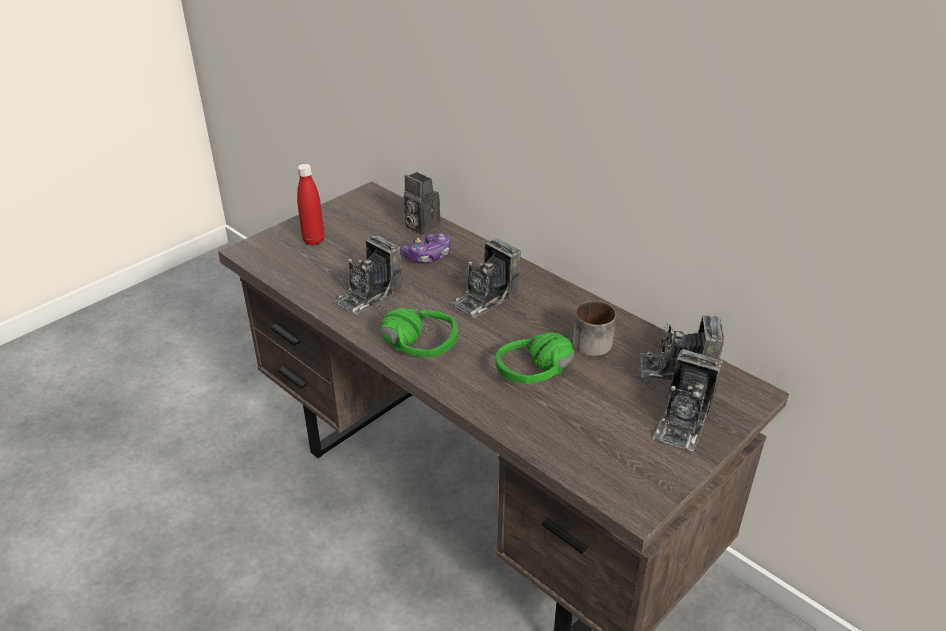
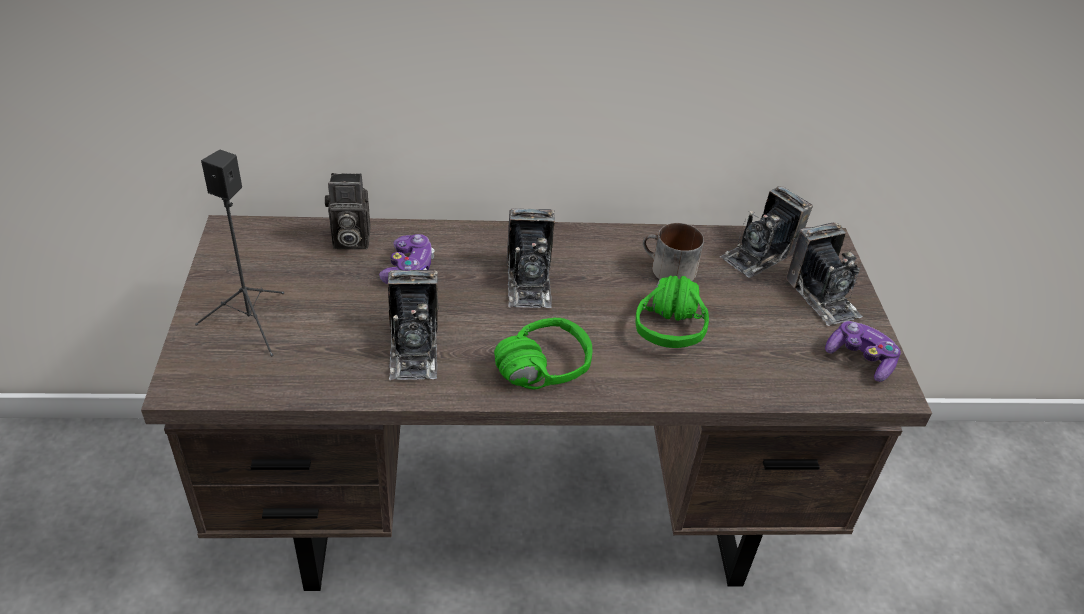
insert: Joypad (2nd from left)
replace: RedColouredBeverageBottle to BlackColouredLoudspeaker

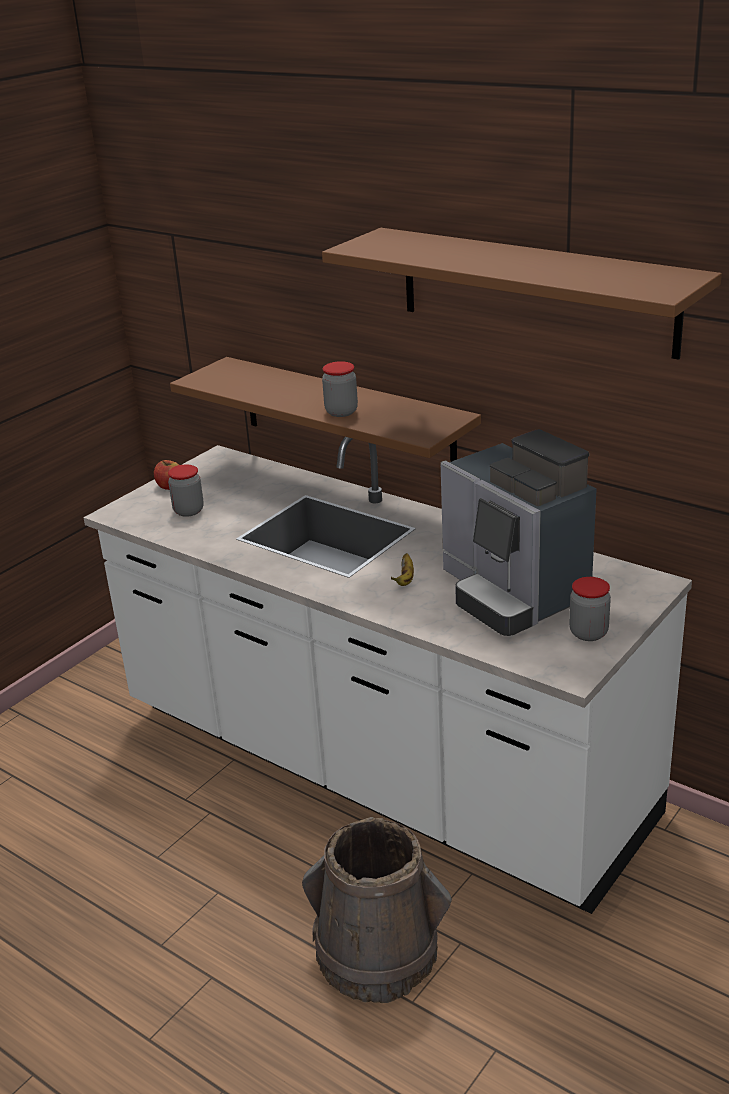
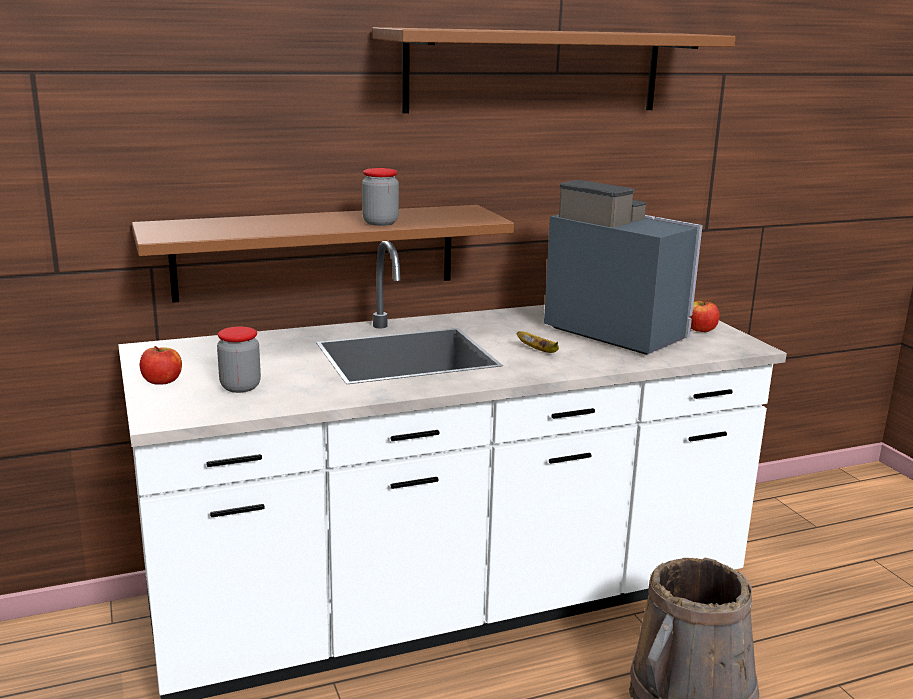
replace: StorageJar (3rd from left) to Apple (2nd from left)
rotate: CoffeeMachine 135 degrees counterclockwise

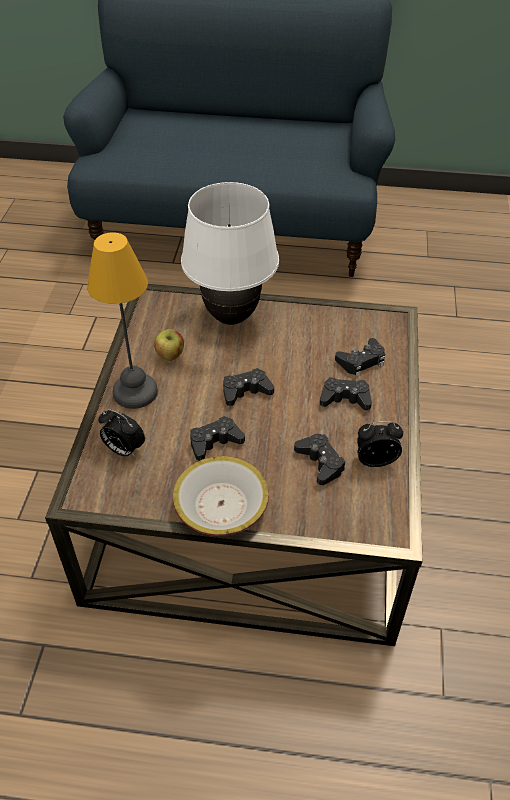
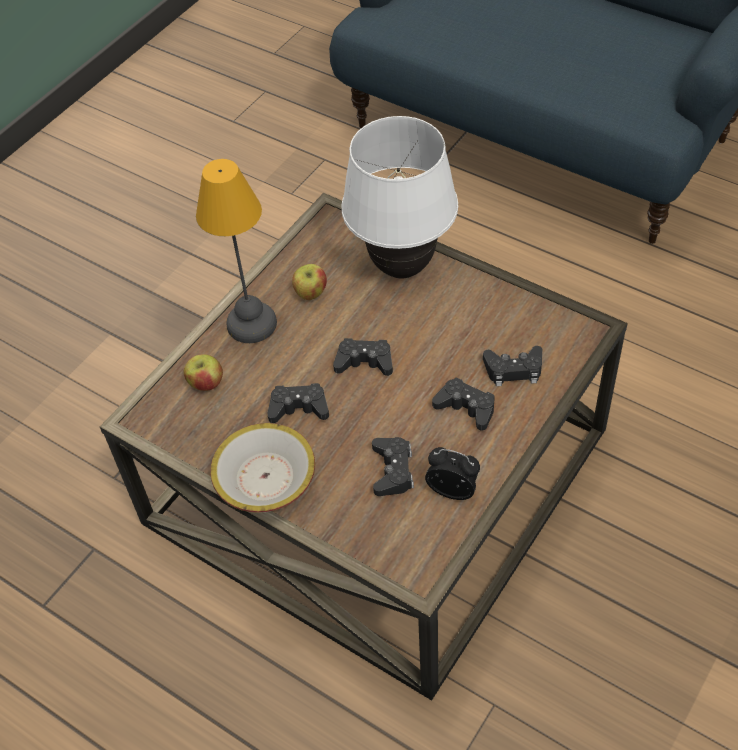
replace: AlarmClock (1st from left) to Apple (1st from left)

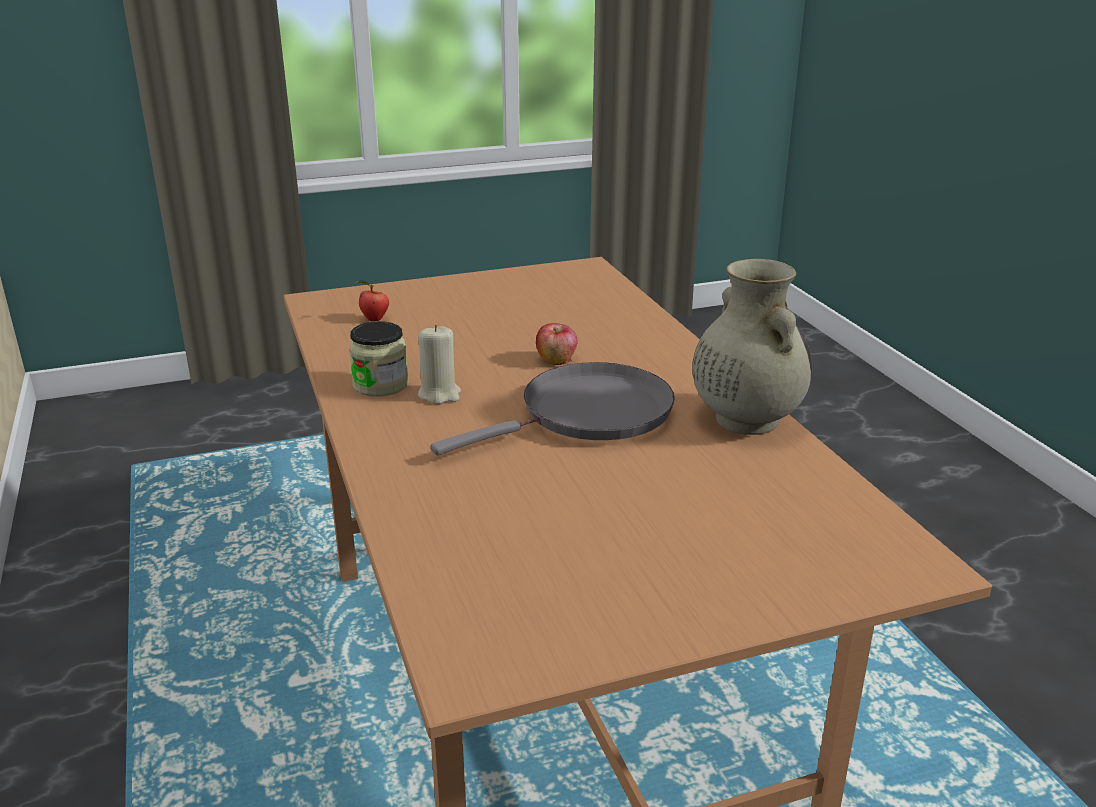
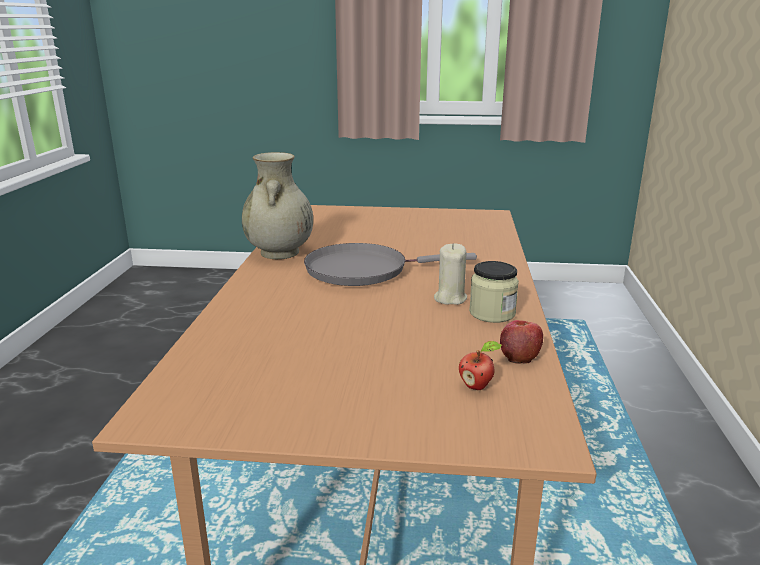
move: Apple (2nd from left)

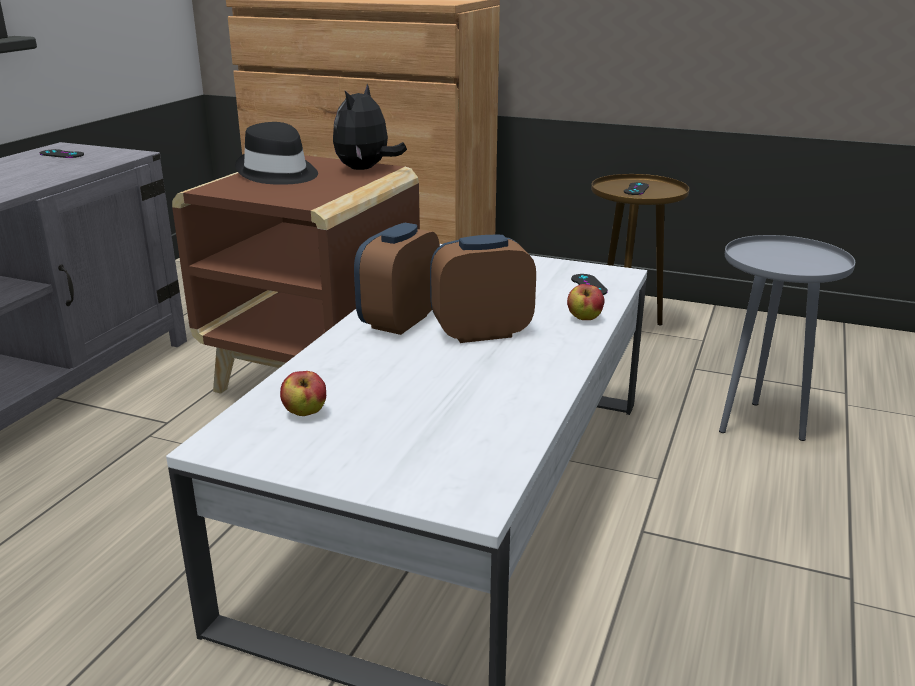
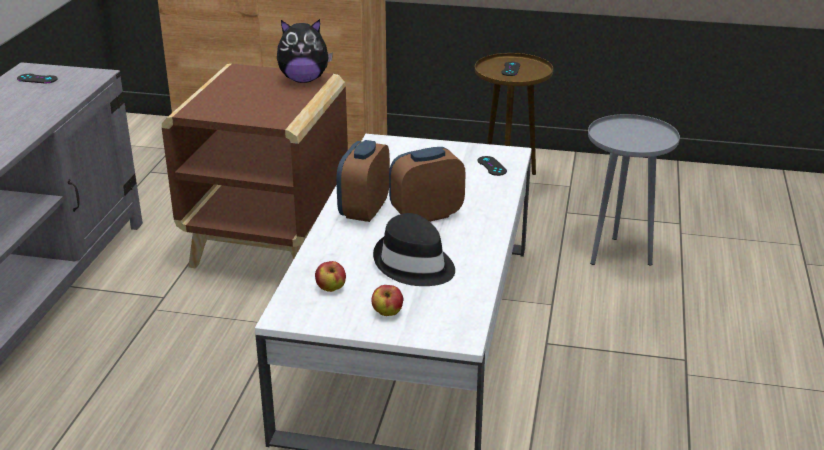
move: Apple (2nd from left); BlackColouredClothingHat
rotate: CuddlyToy 105 degrees counterclockwise

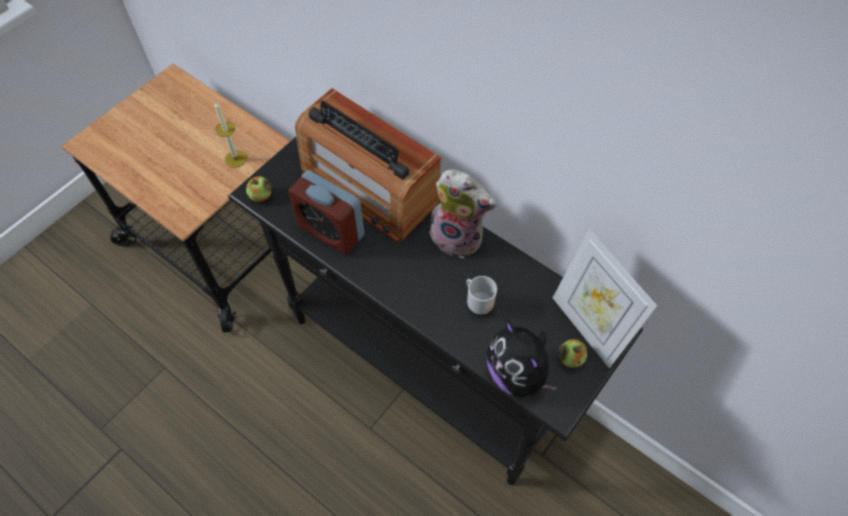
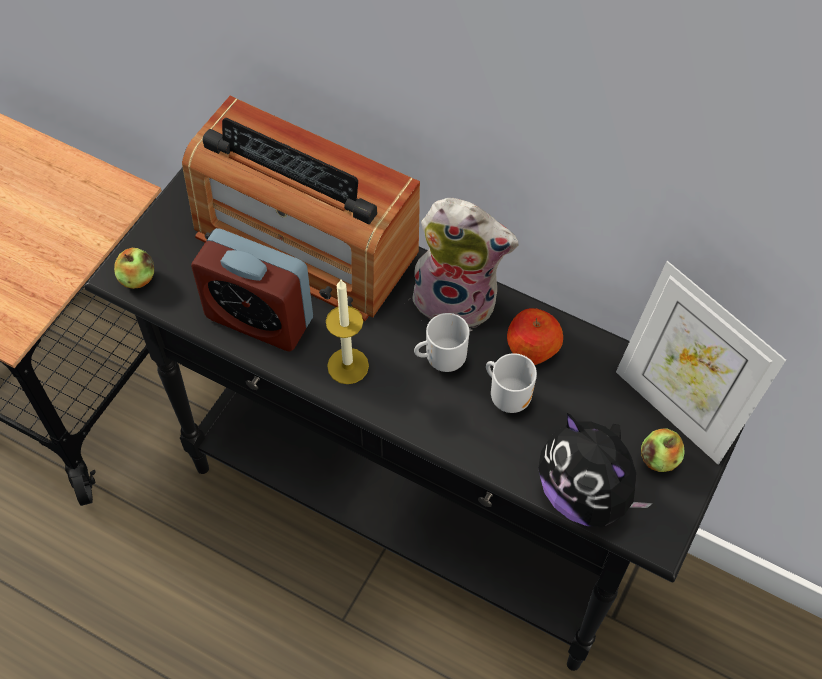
insert: Mug (1st from left); Apple (2nd from left)
move: Candle

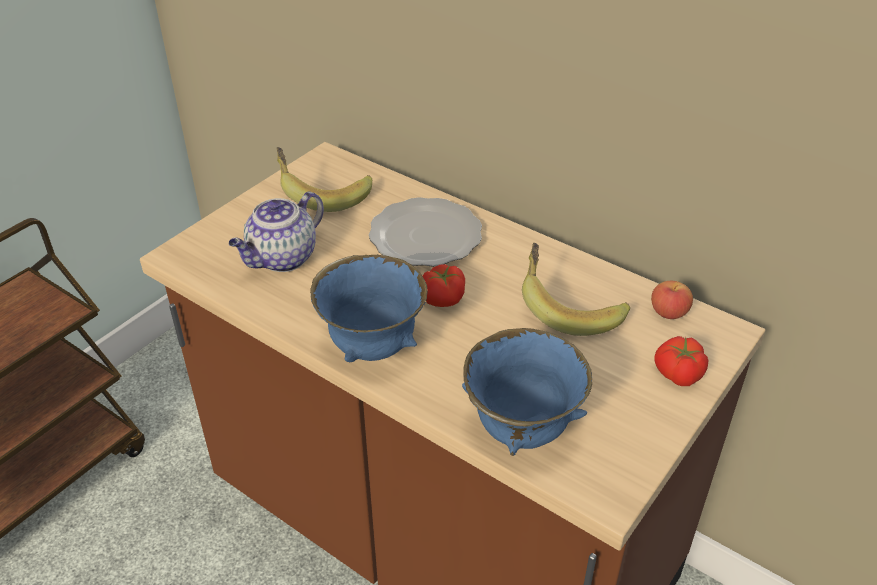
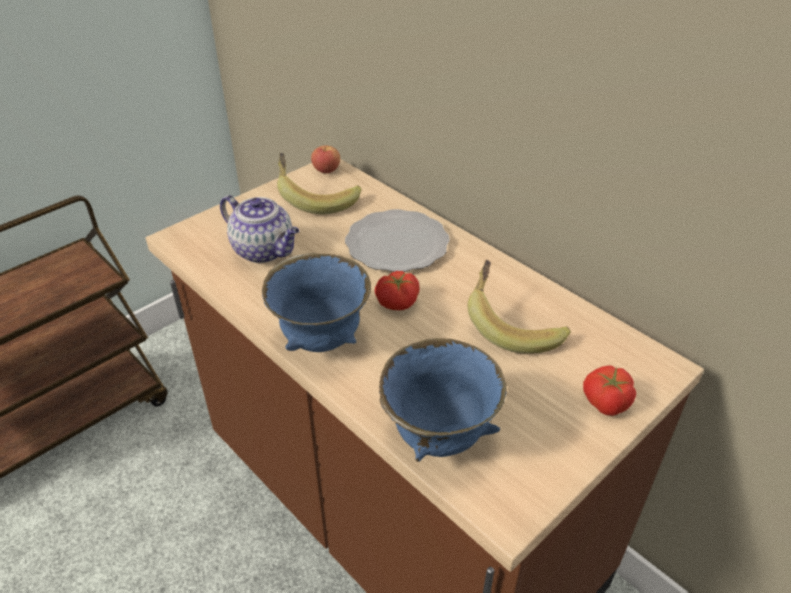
move: Apple
rotate: TeaPot 105 degrees counterclockwise

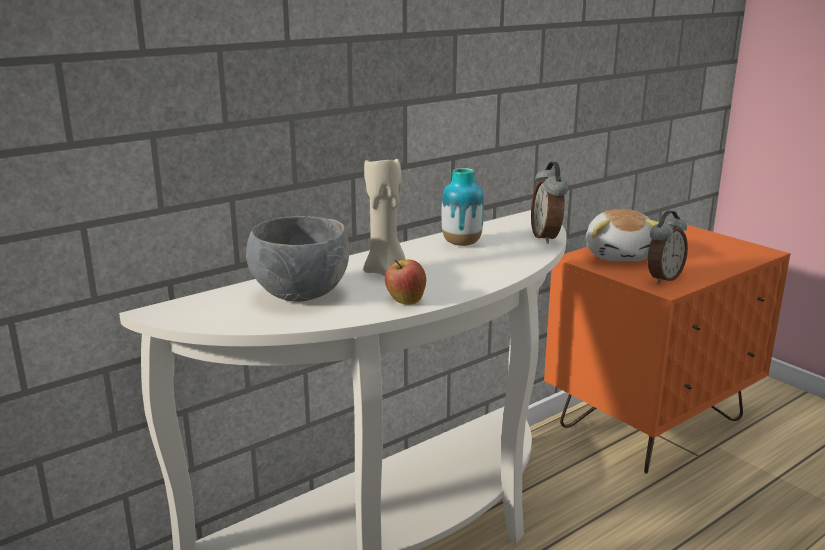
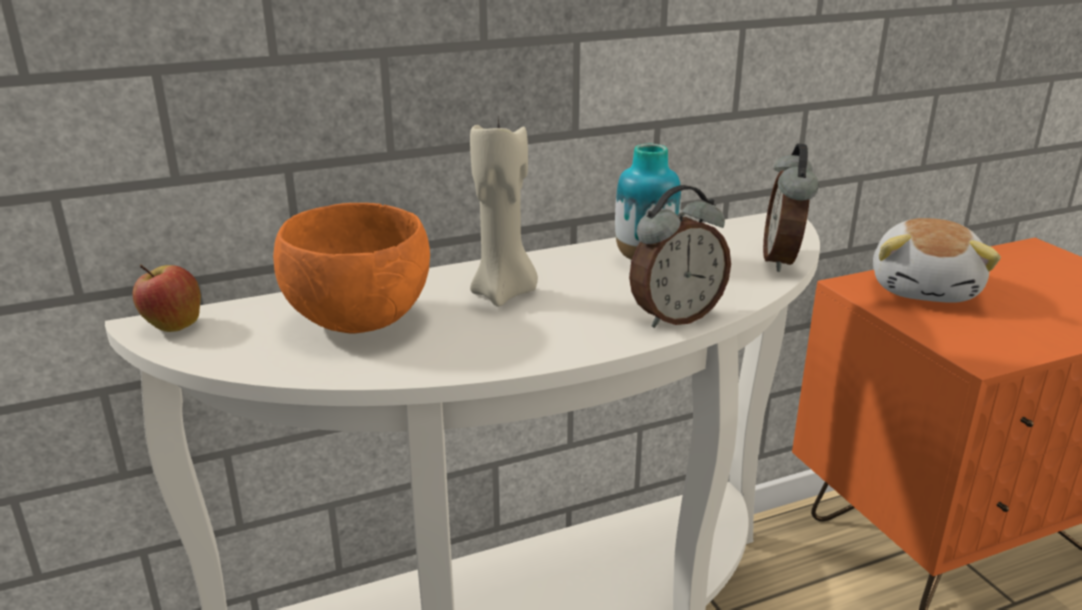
move: Apple; AlarmClock (2nd from left in the first image) to AlarmClock (1st from left)
recolor: GrayBowl to OrangeColouredBowl

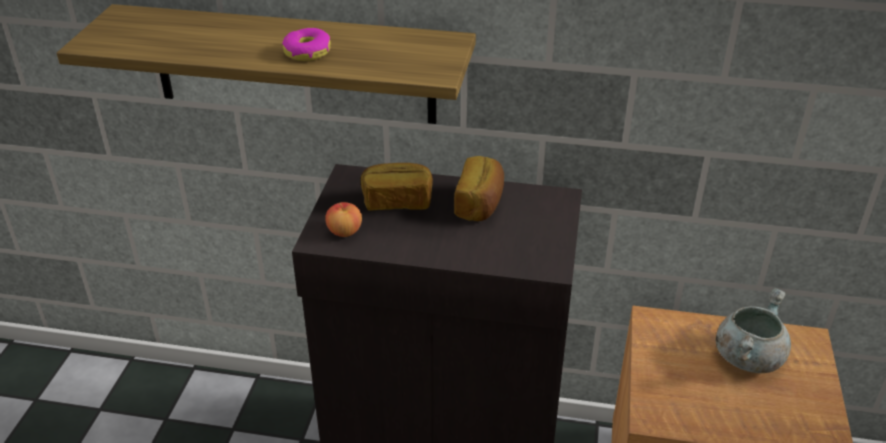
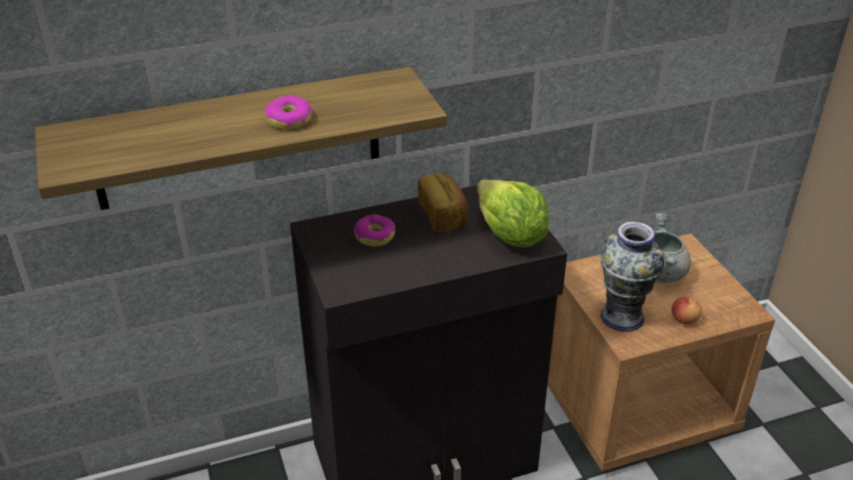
insert: Lettuce; Vase
move: Apple
replace: BakedBread (1st from left) to Doughnut (2nd from left)

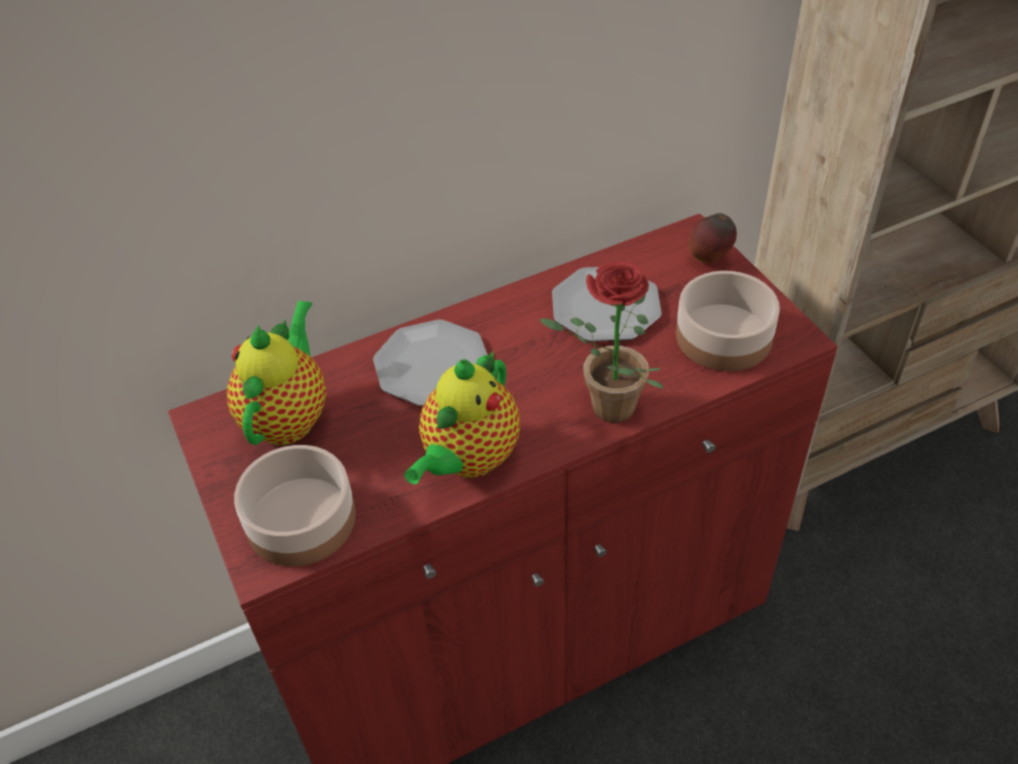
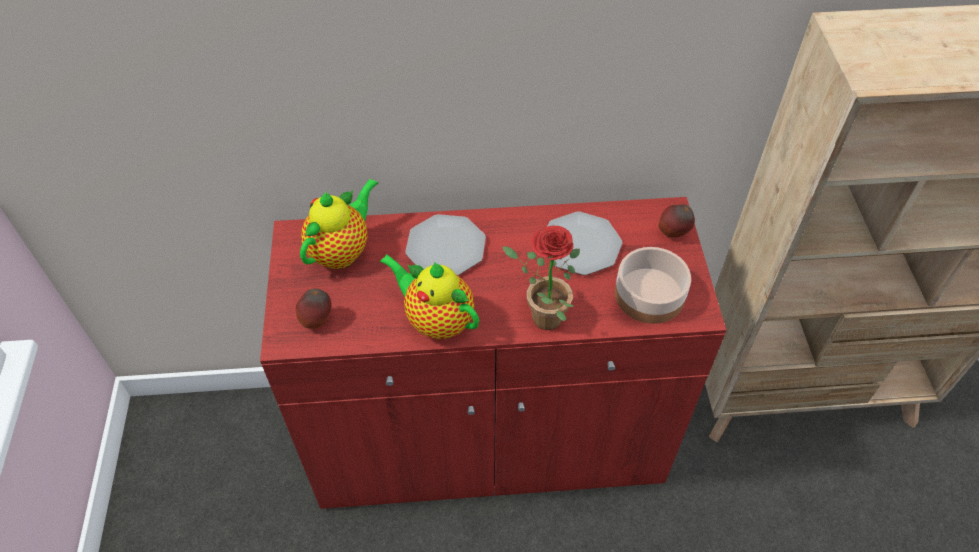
replace: Bowl (1st from left) to Apple (1st from left)
rotate: TeaPot (2nd from left) 75 degrees clockwise

